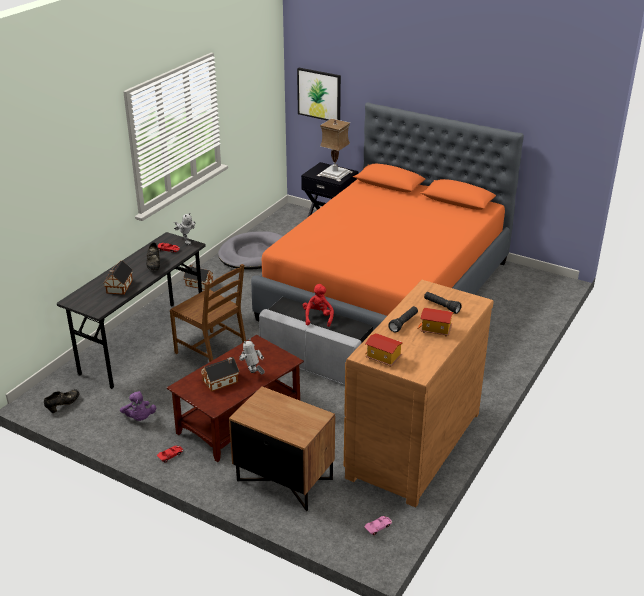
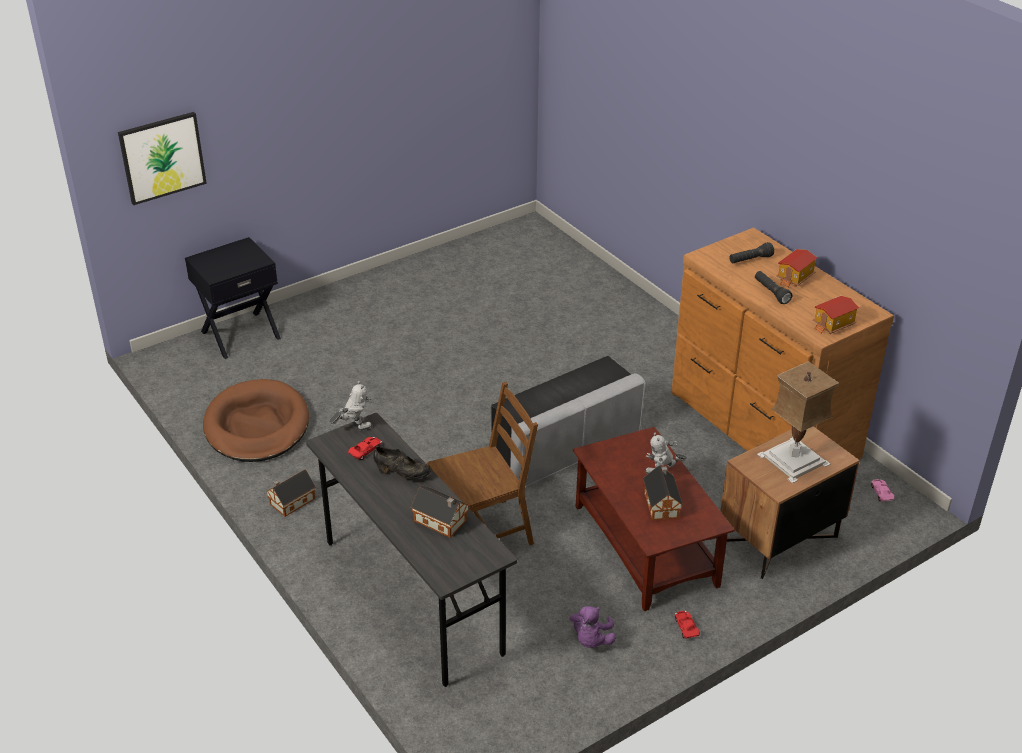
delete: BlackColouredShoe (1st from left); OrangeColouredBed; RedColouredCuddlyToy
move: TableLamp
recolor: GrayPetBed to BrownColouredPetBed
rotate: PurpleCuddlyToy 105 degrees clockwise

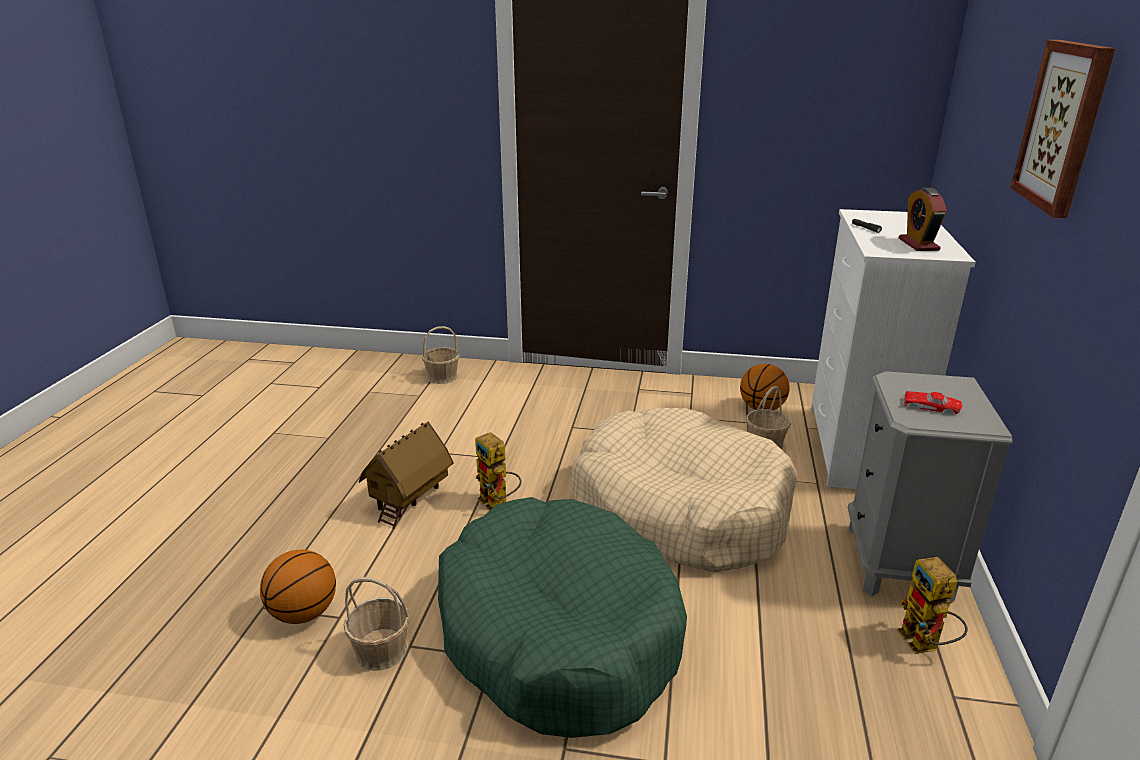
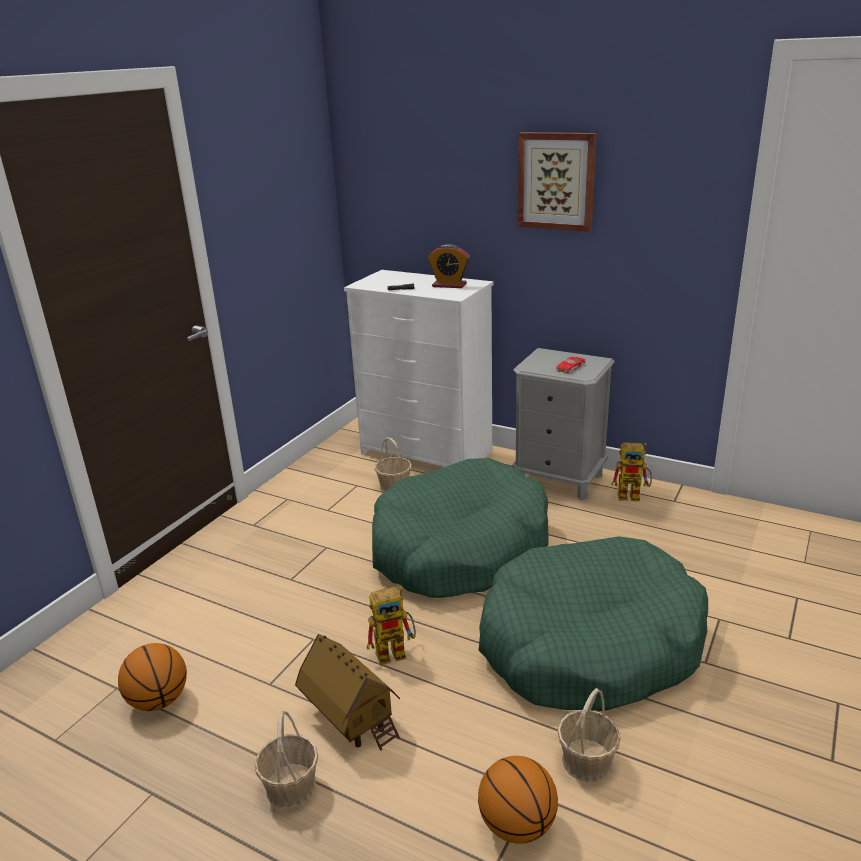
move: BasketballBall (2nd from left in the first image) to BasketballBall (1st from left); HouseholdBasket (2nd from left in the first image) to HouseholdBasket (1st from left)
recolor: BeigePetBed to GreenishPetBed (1st from left)

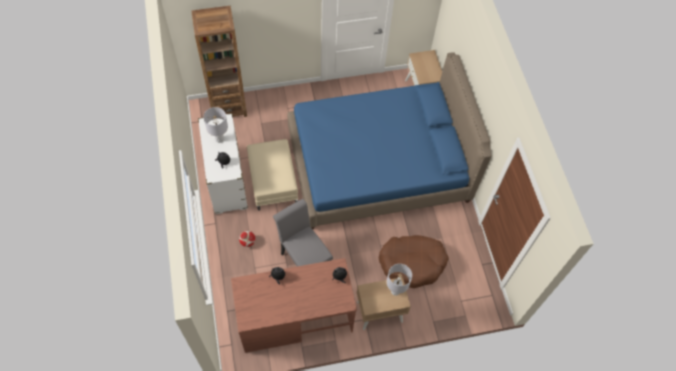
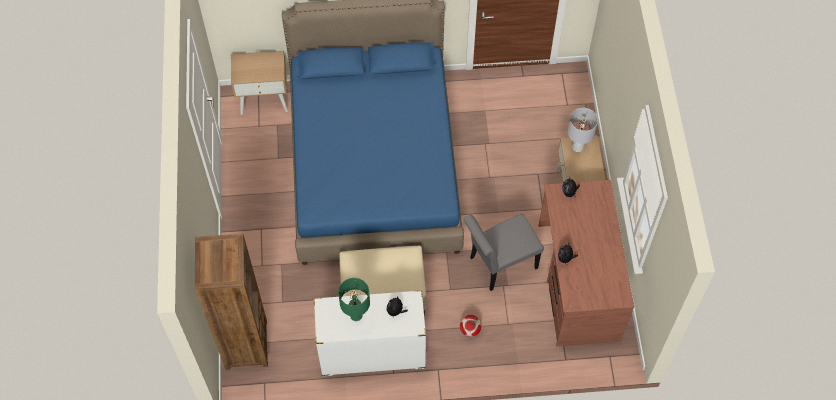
delete: BrownColouredPetBed
recolor: GrayTableLamp (1st from left) to GreenishTableLamp

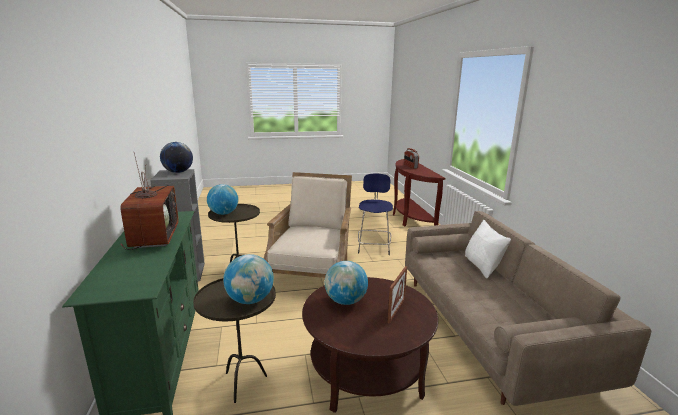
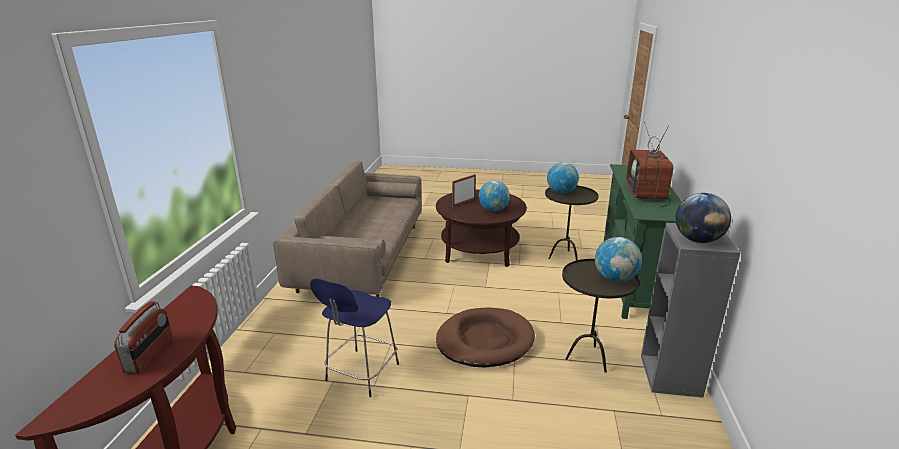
delete: WhiteColouredThrowPillow
replace: BeigeArmchair to BrownColouredPetBed

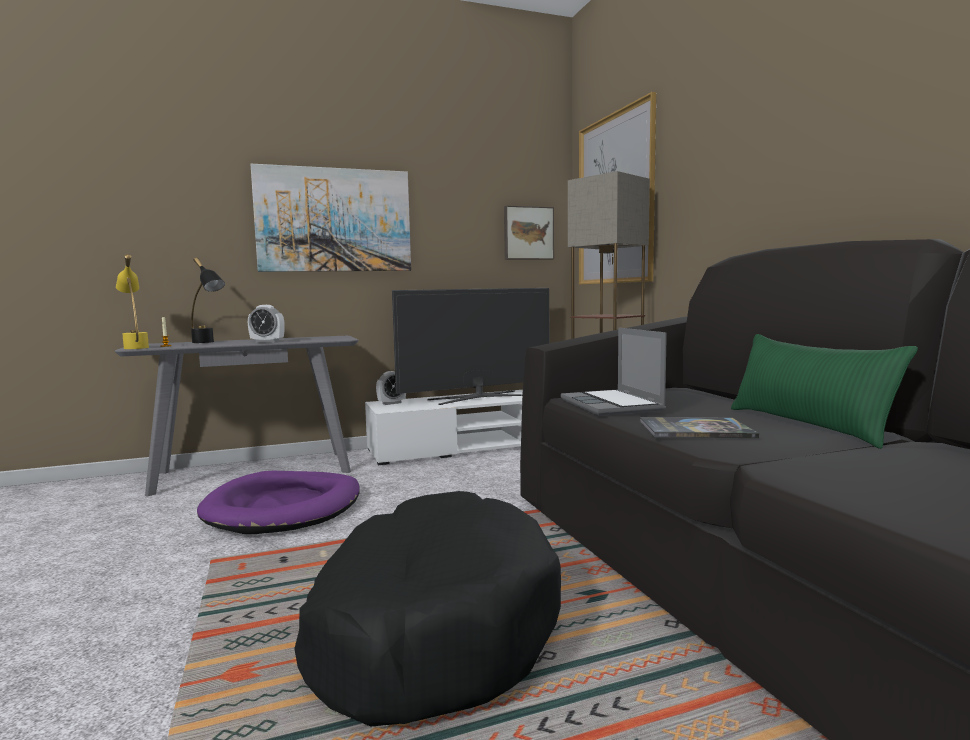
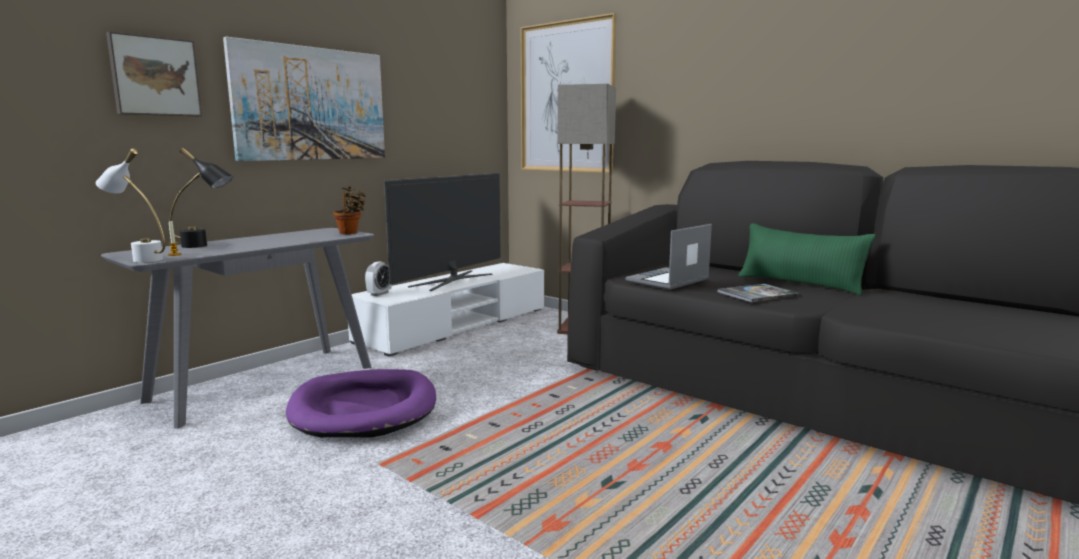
delete: AlarmClock (1st from left); BlackColouredPetBed
insert: Houseplant
move: Picture (2nd from left in the first image) to Picture (1st from left)
recolor: YellowColouredTableLamp to WhiteColouredTableLamp
rotate: Laptop 90 degrees clockwise

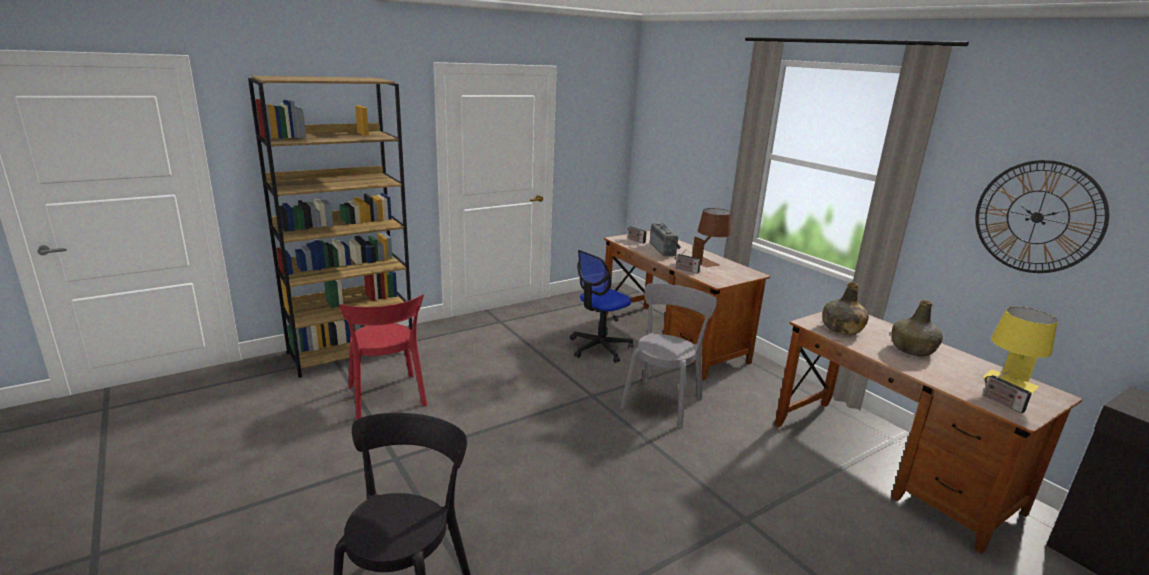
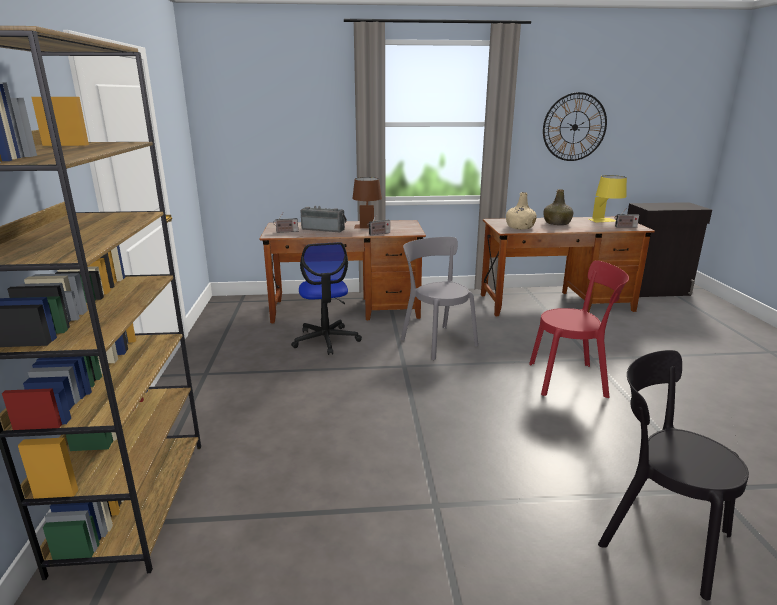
move: RedColouredChair
recolor: GreenishBeverageBottle (1st from left) to BeigeBeverageBottle

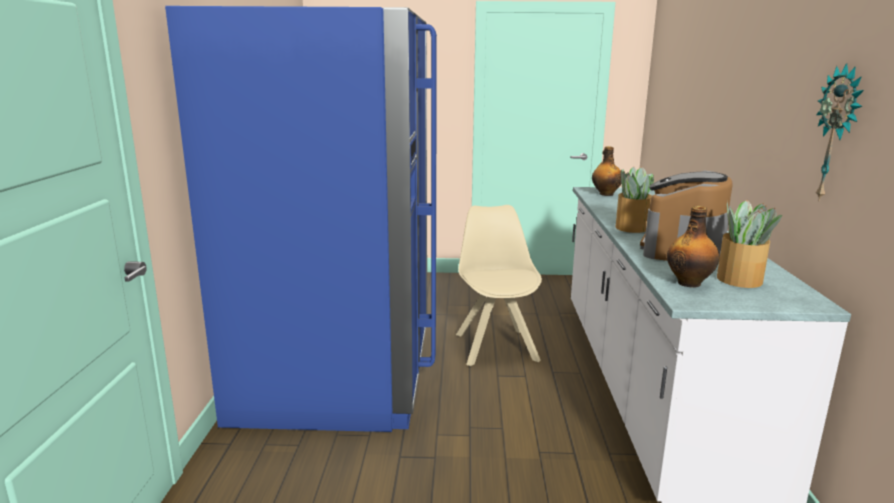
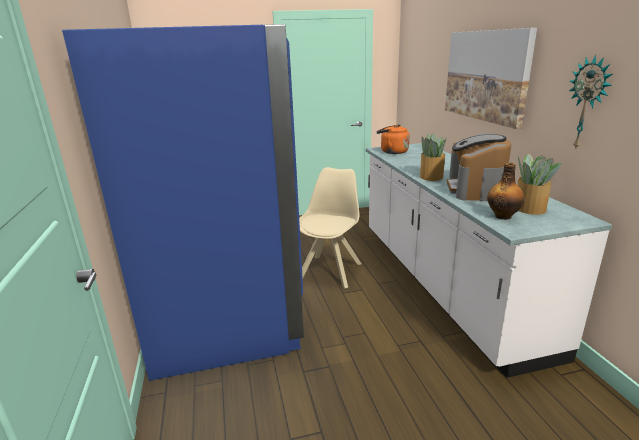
insert: Picture
replace: BeverageBottle (1st from left) to OrangeColouredTeaKettle
rotate: BeigeChair 45 degrees clockwise

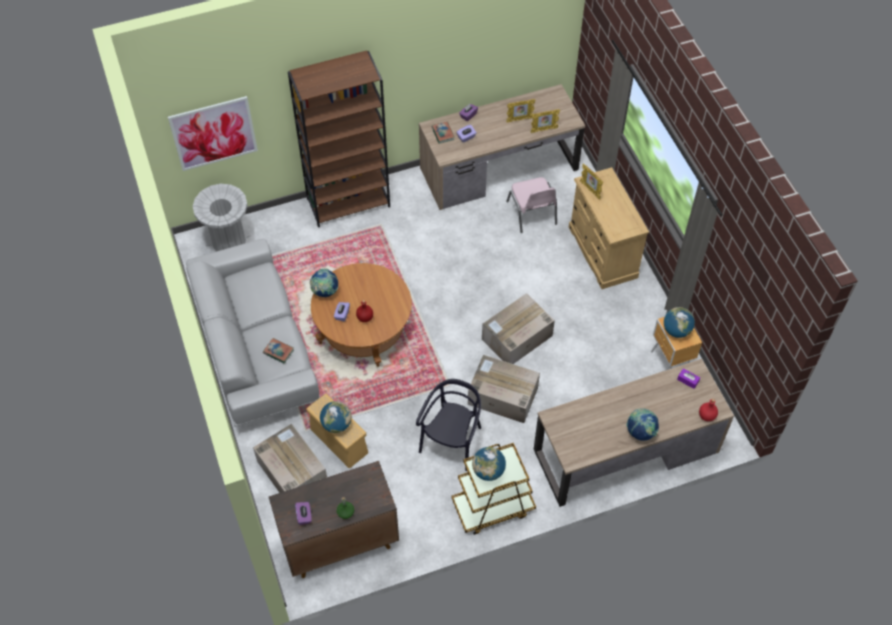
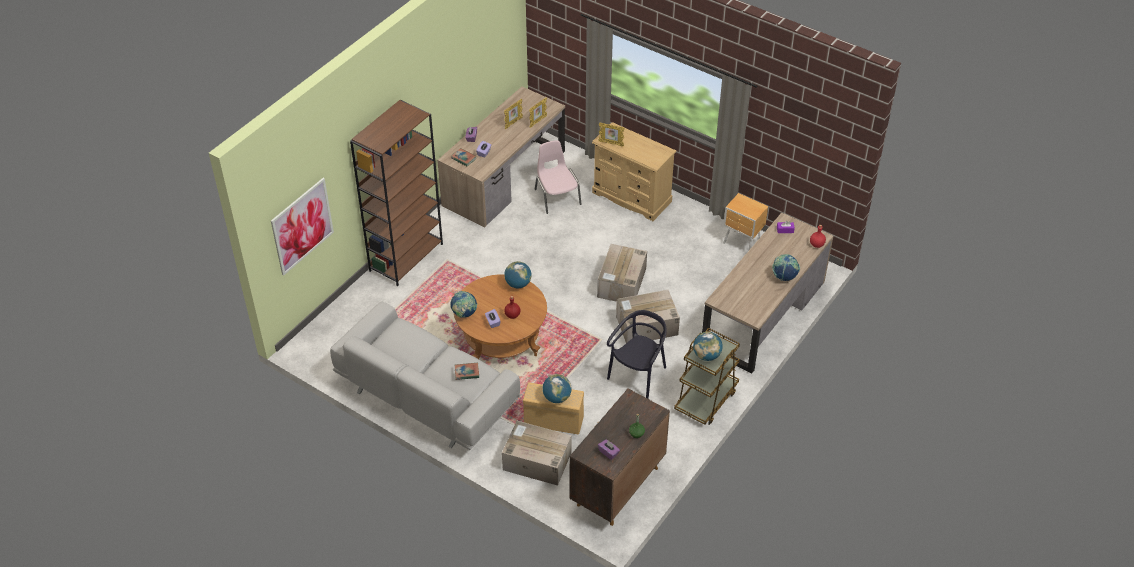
delete: GrayRubbishBin
move: DeskGlobe (5th from left in the first image) to DeskGlobe (2nd from left)
rotate: PinkColouredChair 150 degrees counterclockwise; BlackColouredChair 45 degrees clockwise

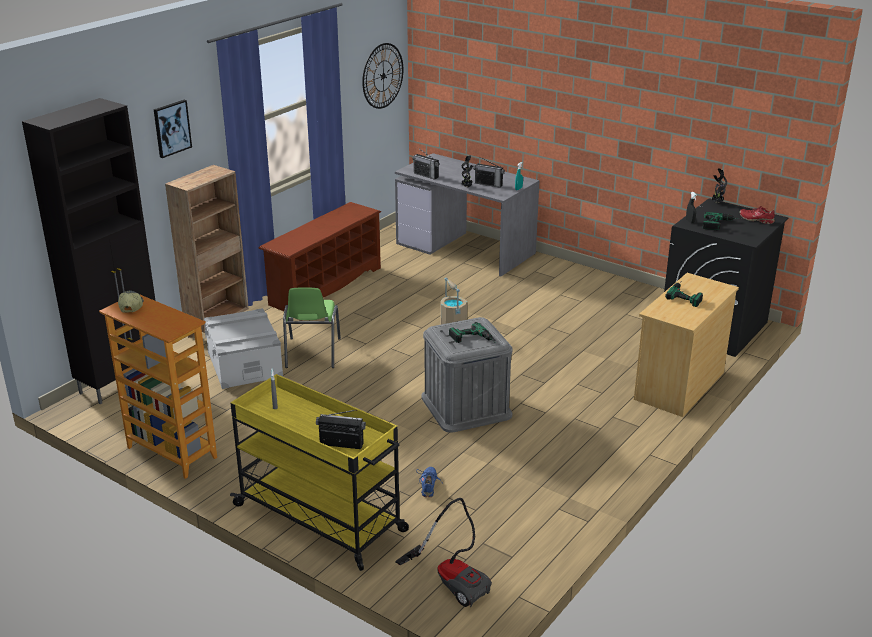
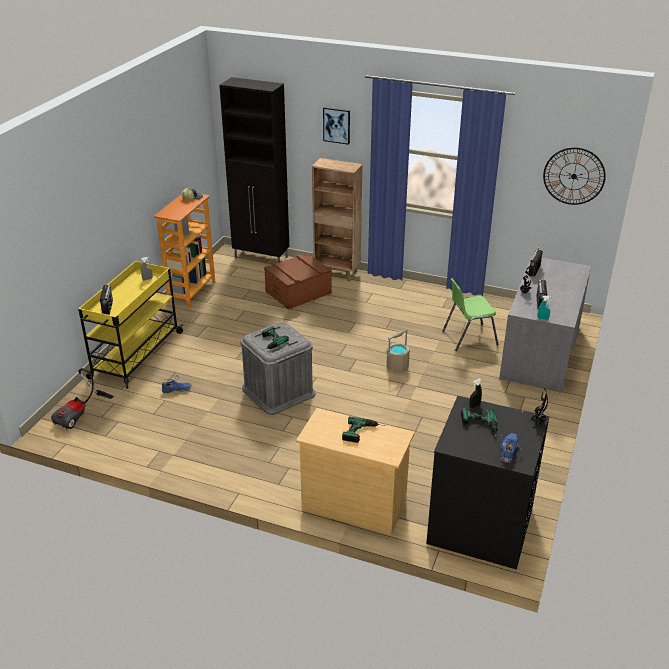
delete: BrownColouredShoeStand
move: GreenishChair
recolor: GrayStorageContainer (1st from left) to BrownColouredStorageContainer; RedColouredShoe to BlueColouredShoe (2nd from left)

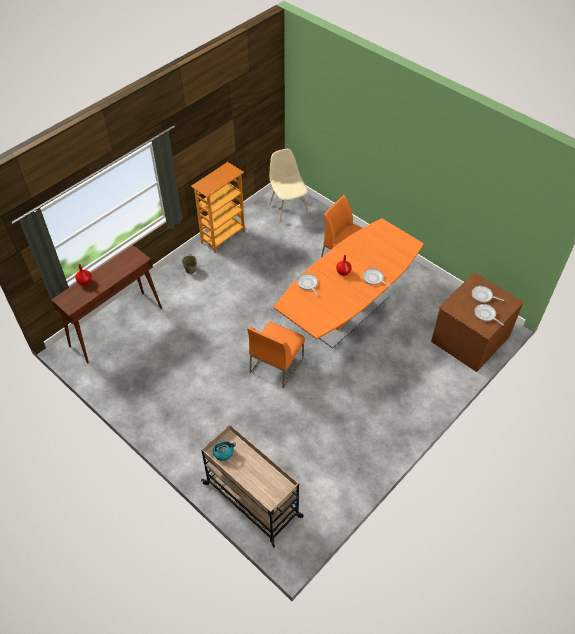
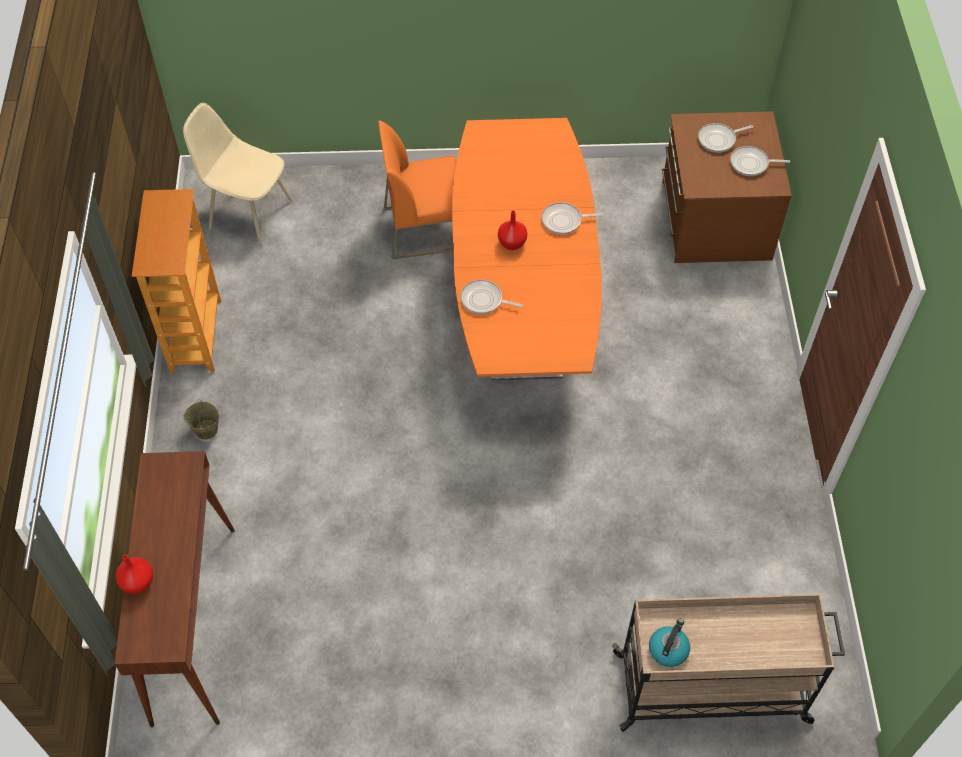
delete: OrangeColouredChair (1st from left)

